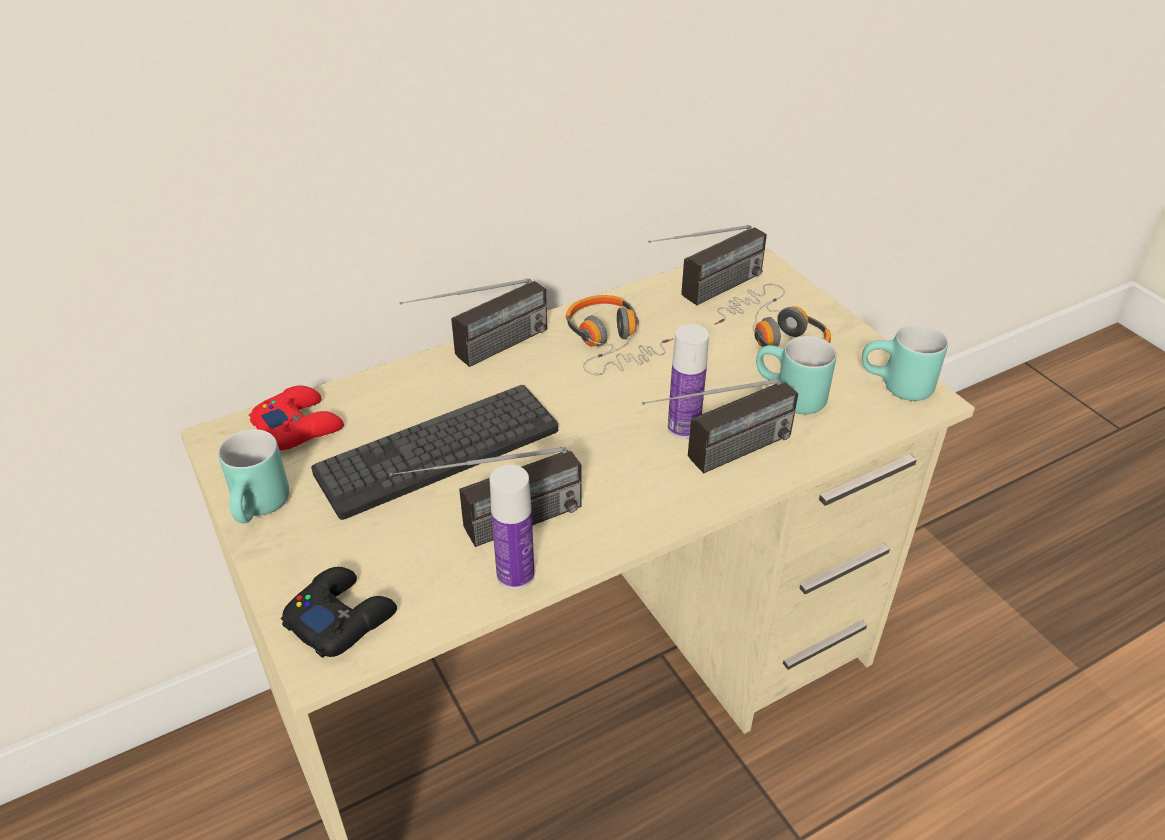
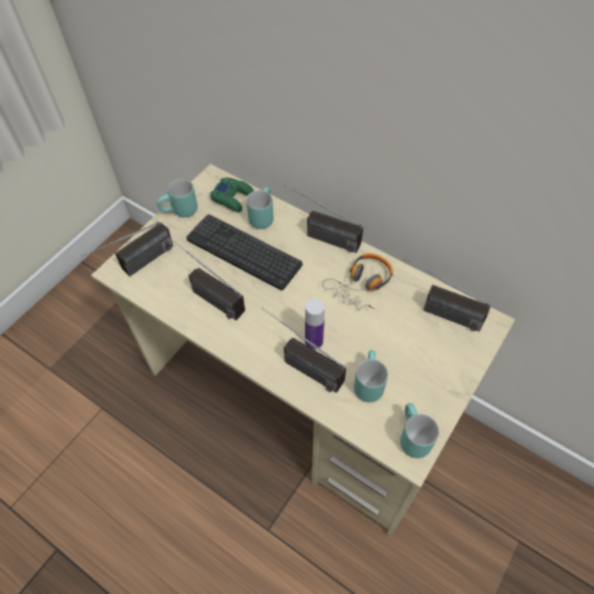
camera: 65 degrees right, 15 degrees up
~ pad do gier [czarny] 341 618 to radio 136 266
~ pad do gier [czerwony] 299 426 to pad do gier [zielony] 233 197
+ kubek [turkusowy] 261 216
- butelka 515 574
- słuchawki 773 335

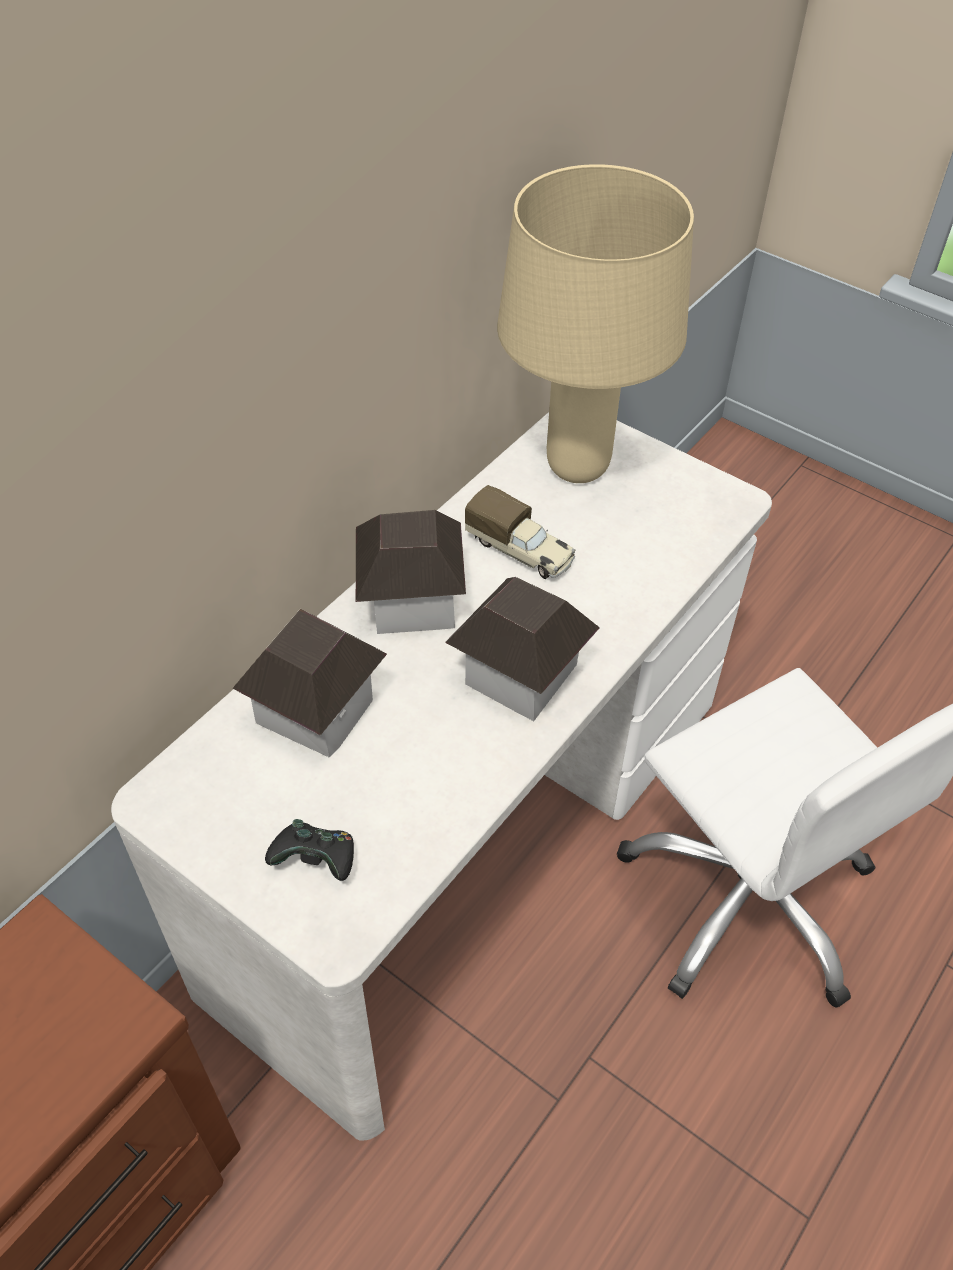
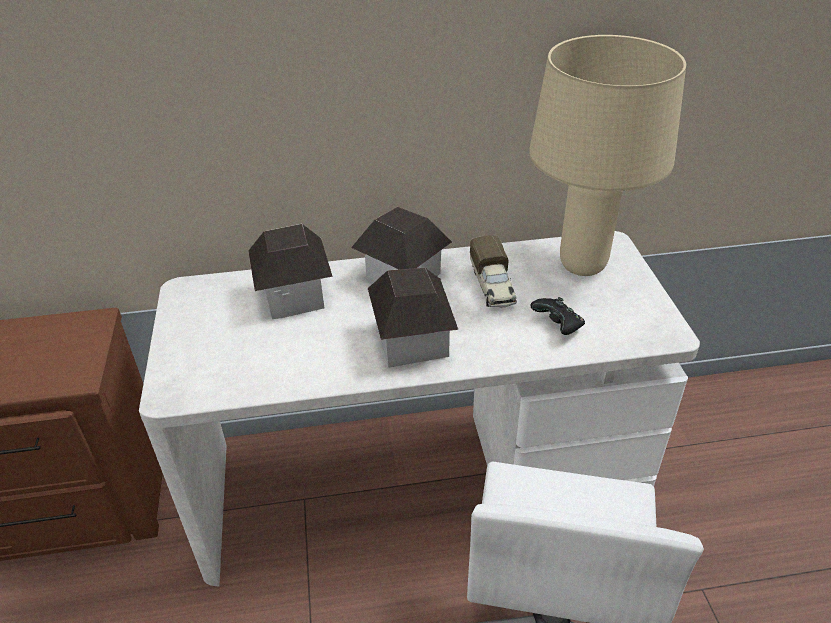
camera: 45 degrees right, 10 degrees down
~ pad do gier [czarny] 316 860 to 558 326

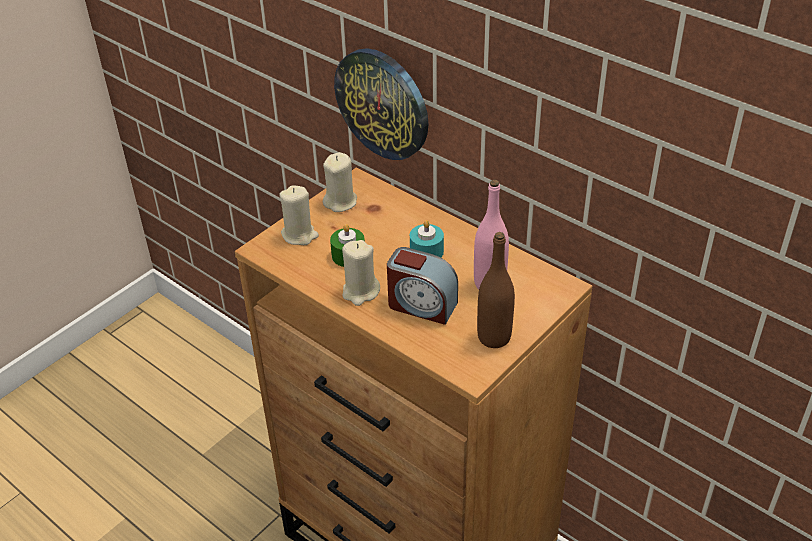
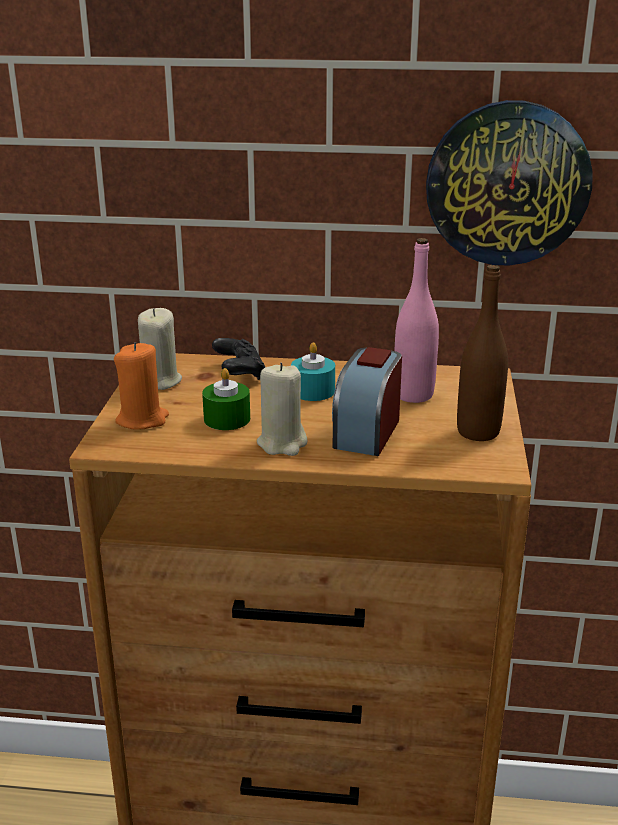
camera: 35 degrees left, 15 degrees down
~ świeca [beżowy] 299 235 to świeca [pomarańczowy] 142 420
+ pad do gier [czarny] 239 373
~ budzik 421 305 = 367 432 120 degrees clockwise
~ zegar ścienny 383 103 to 507 184

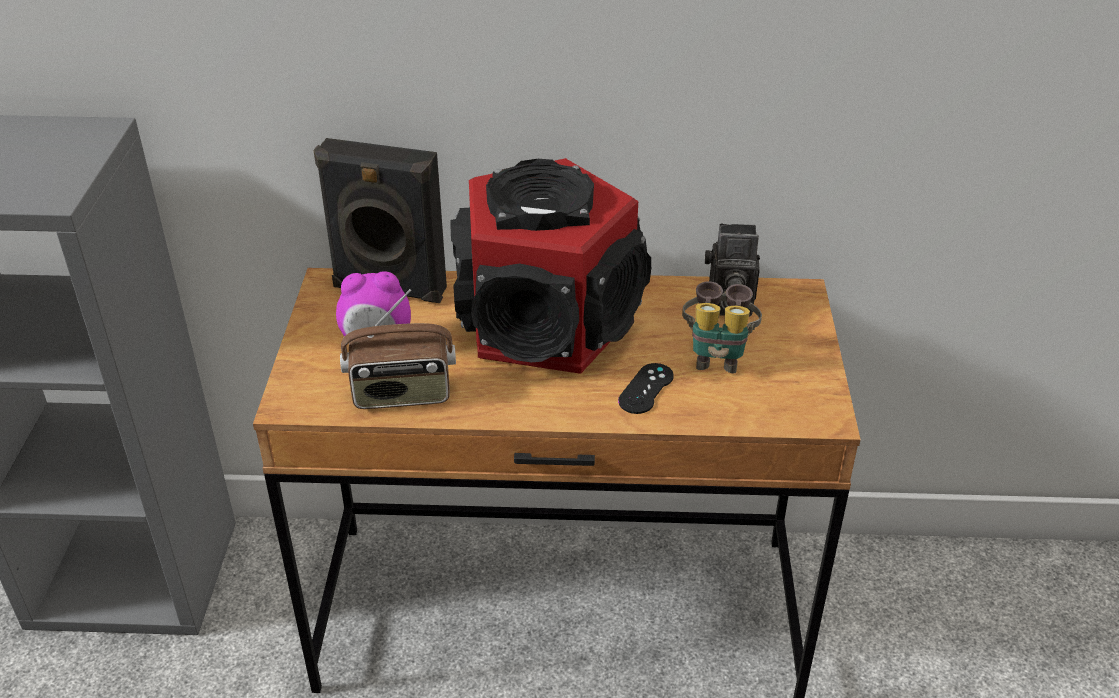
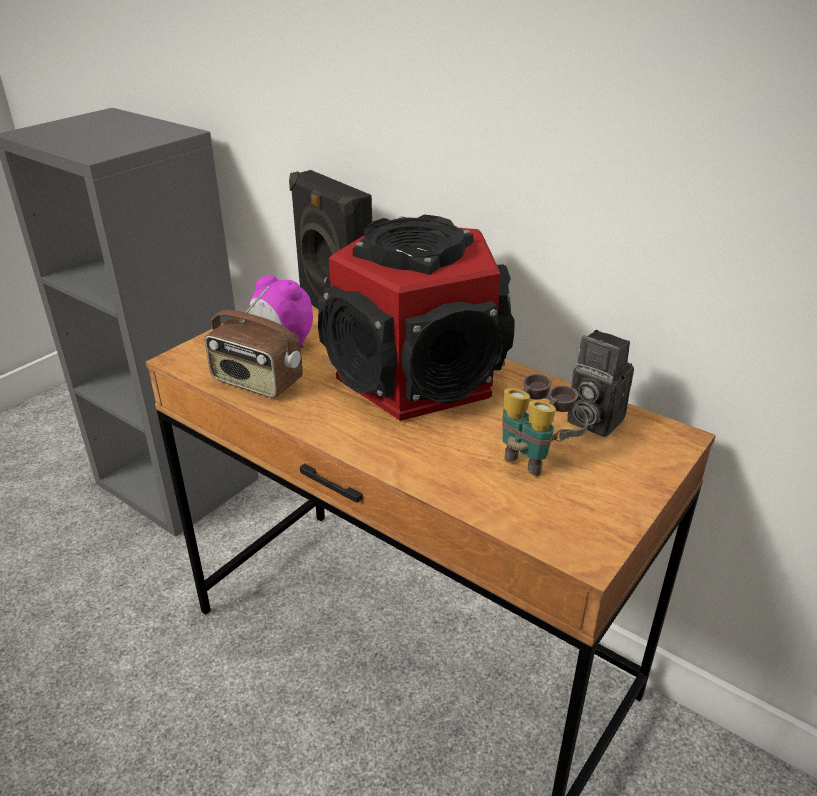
camera: 35 degrees right, 5 degrees down
- pad do gier [czarny] 646 389

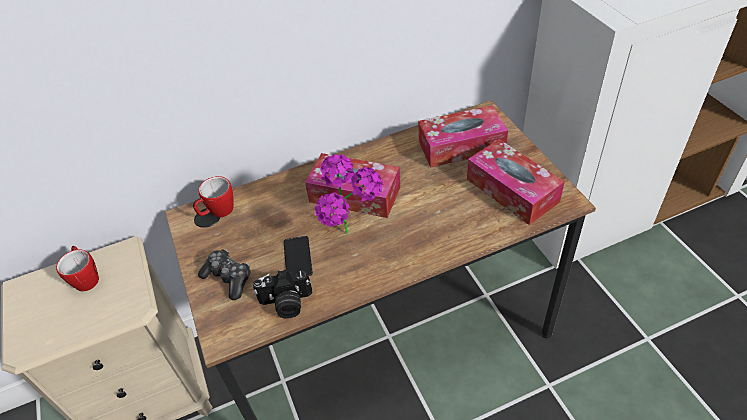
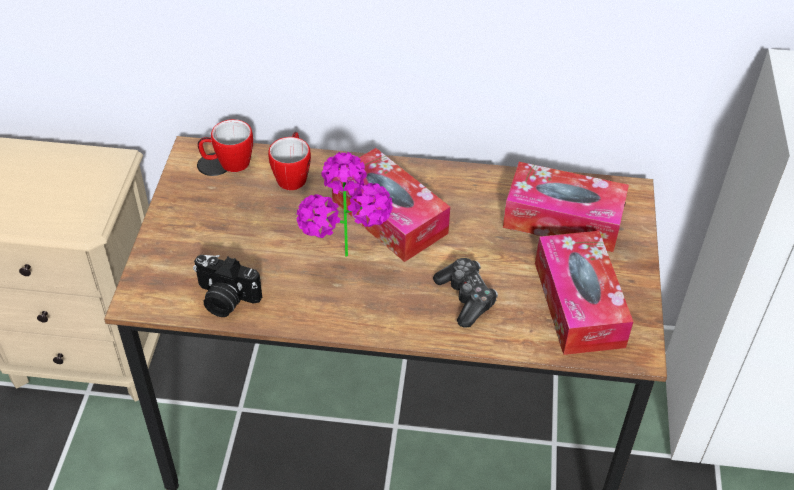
camera: 25 degrees right, 0 degrees up
~ kubek 87 278 to 293 175
~ pad do gier 228 278 to 466 298
- telefon 297 258

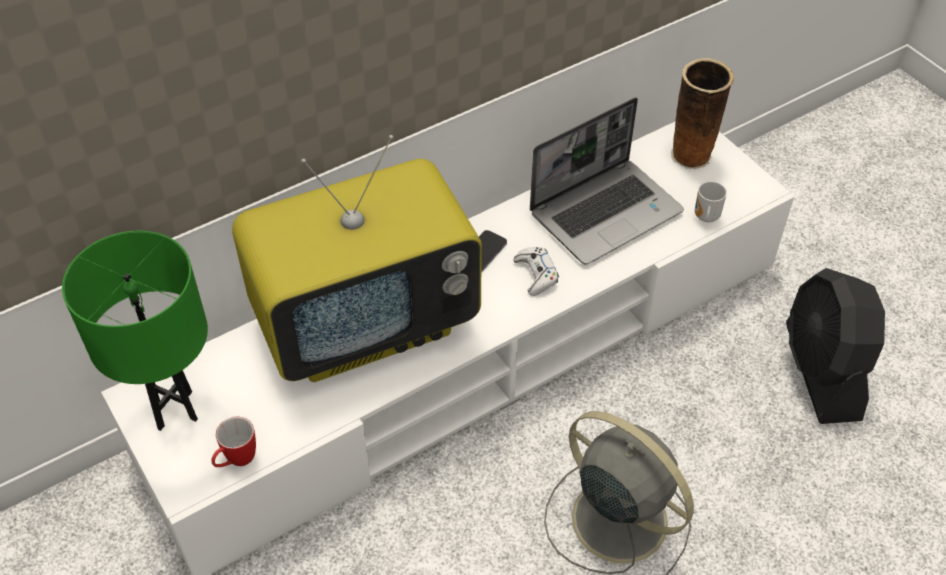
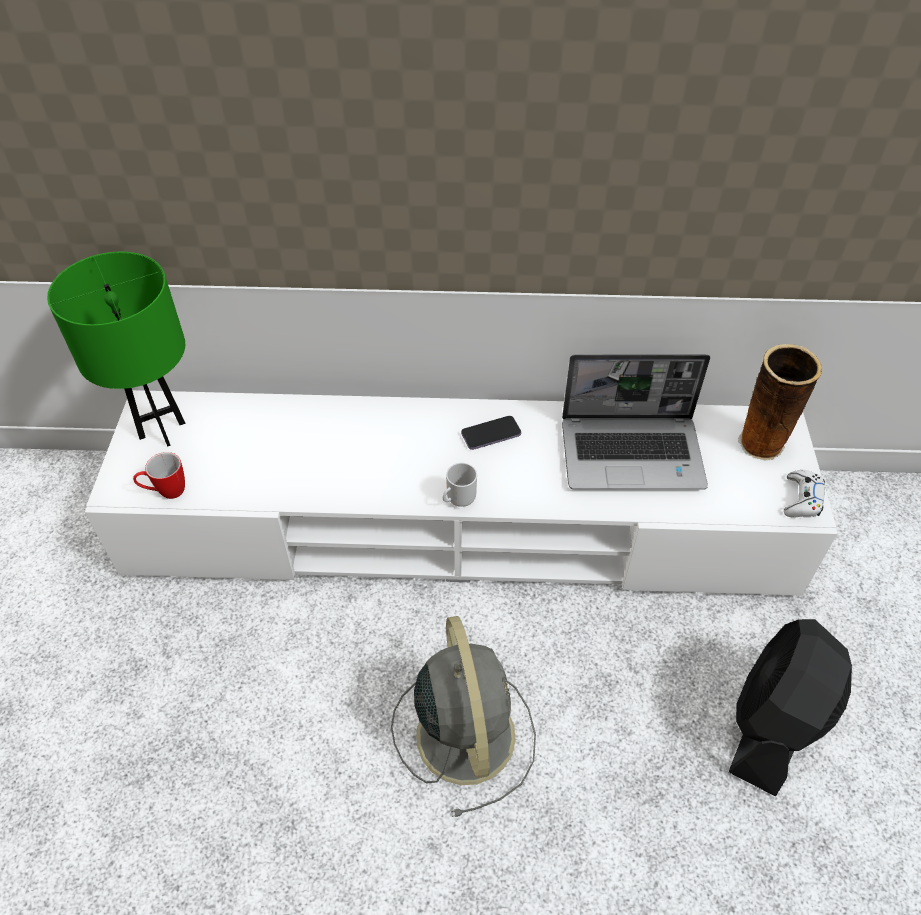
camera: 35 degrees right, 0 degrees up
~ kubek 705 218 to 458 499
~ pad do gier [biały] 536 275 to 801 499
- telewizor 367 323

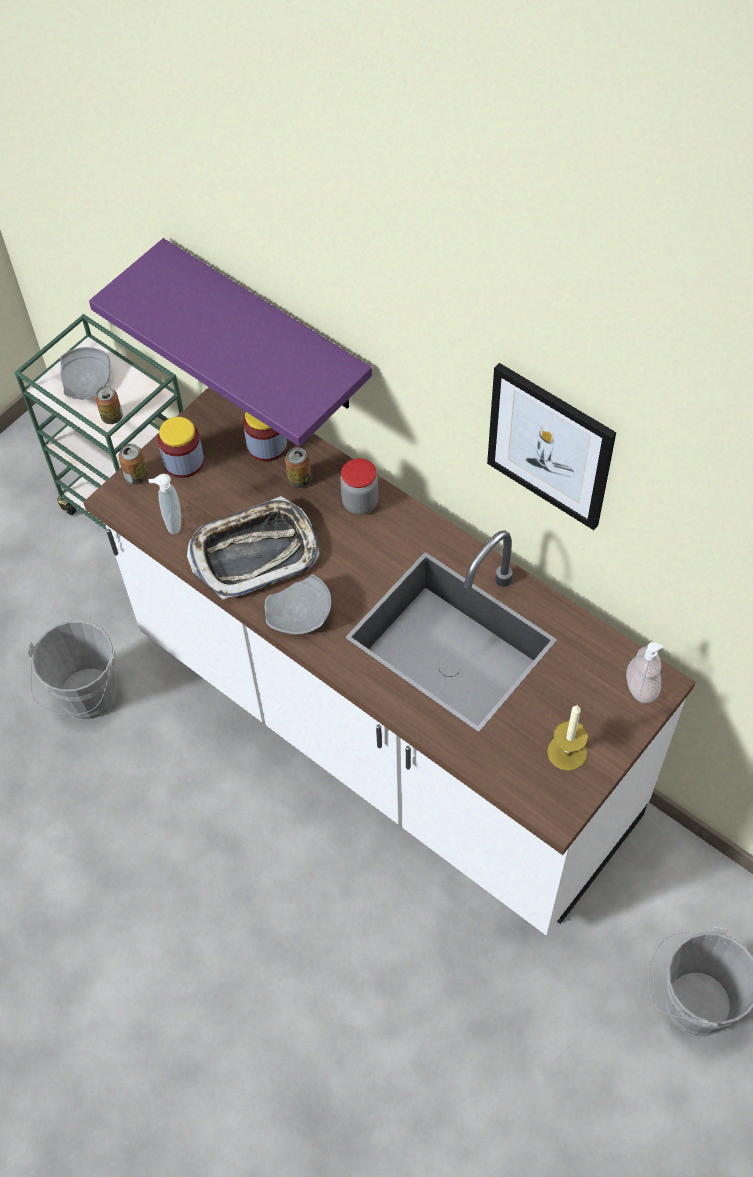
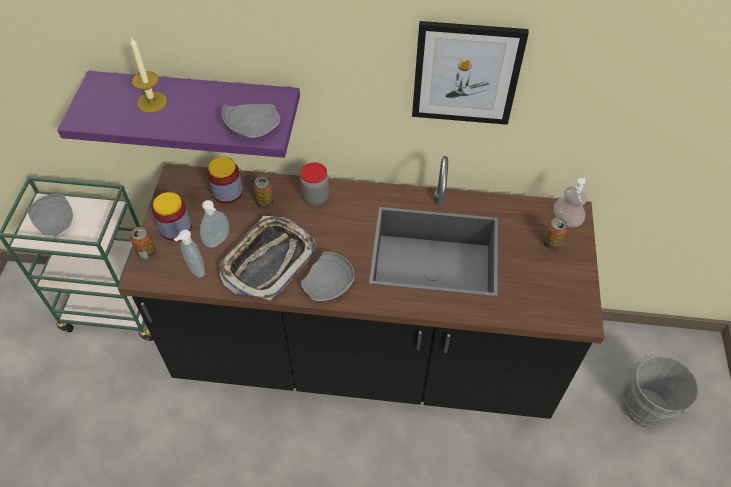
camera: 35 degrees left, 5 degrees down
~ zabudowa kuchenna [biały] 382 731 to zabudowa kuchenna [czarny] 364 357
~ świeca 567 752 to 152 102
+ dozownik mydła 218 241
+ talerz [szary] 251 127
~ puszka 112 417 to 551 243
- wiadro [szary] 87 701

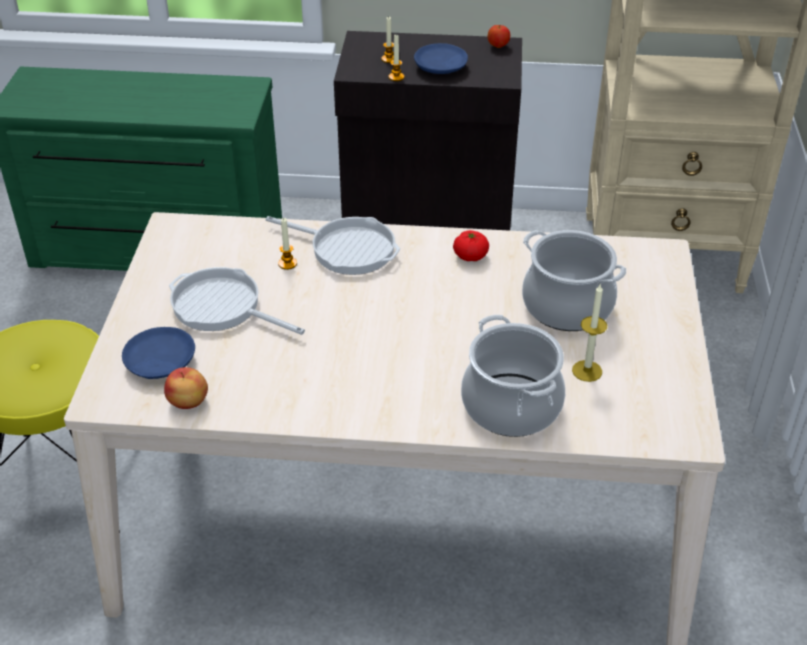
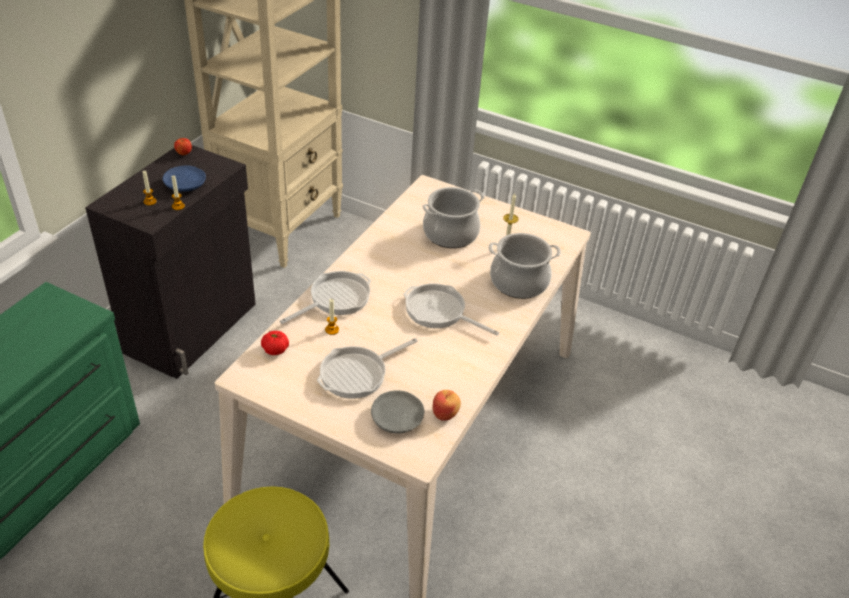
camera: 70 degrees left, 0 degrees up
~ pomidor 470 256 to 275 350
~ talerz [niebieski] 160 362 to talerz [szary] 397 418
+ patelnia 439 311

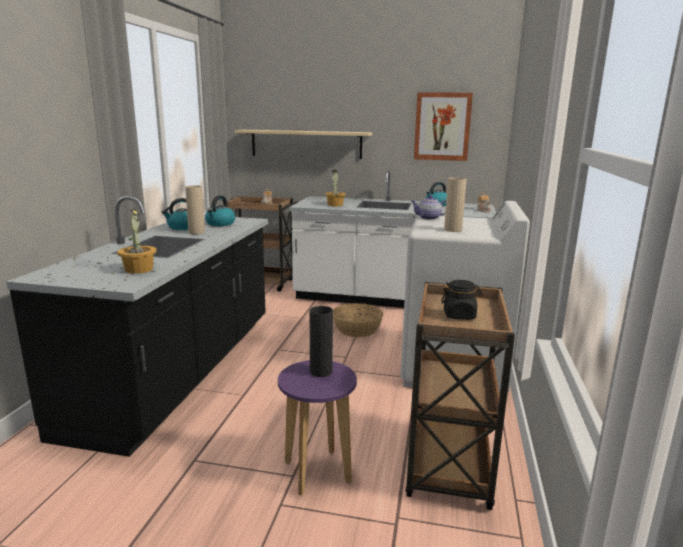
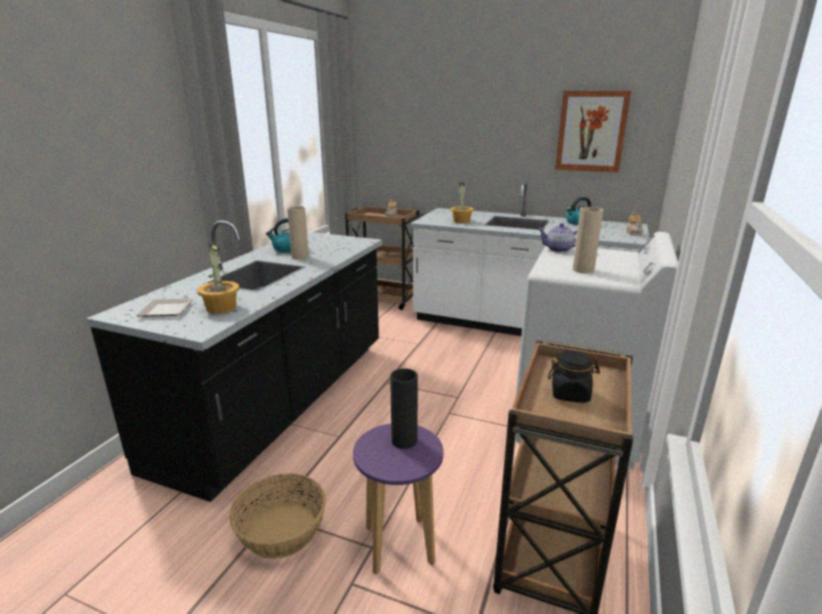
camera: 10 degrees right, 5 degrees up
+ talerz 165 310
~ koszyk 357 329 to 281 530
- czajnik 220 224
- półka [beżowy] 306 144

